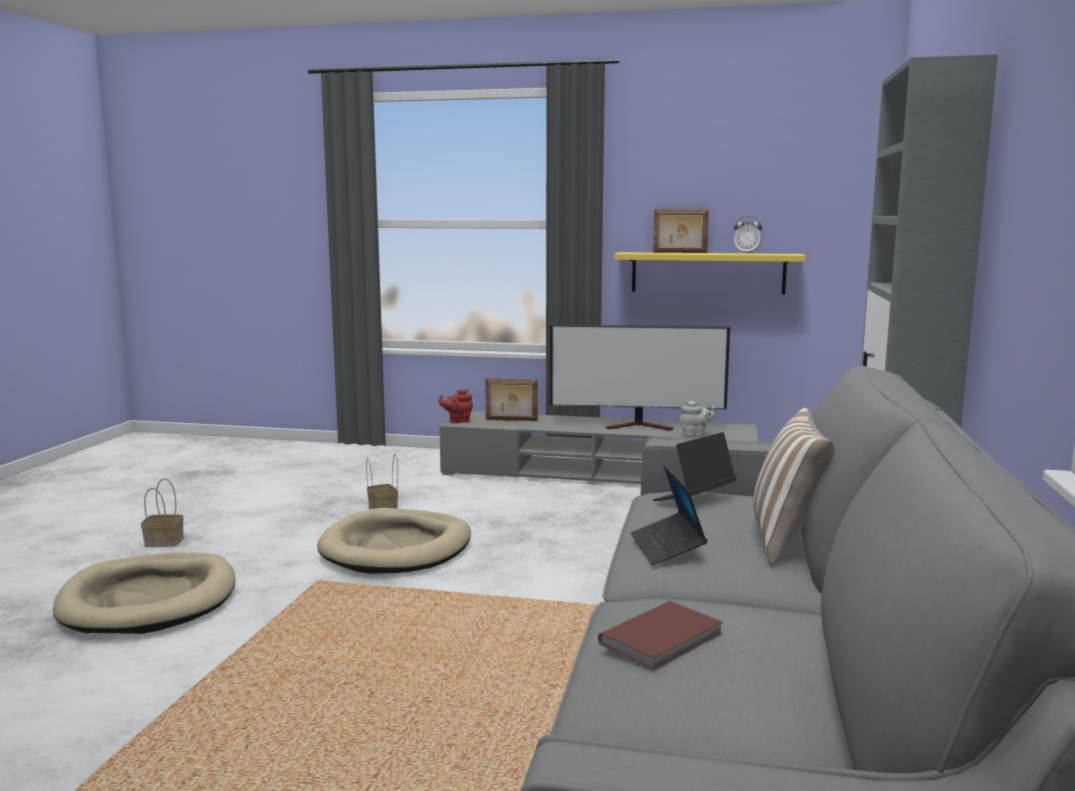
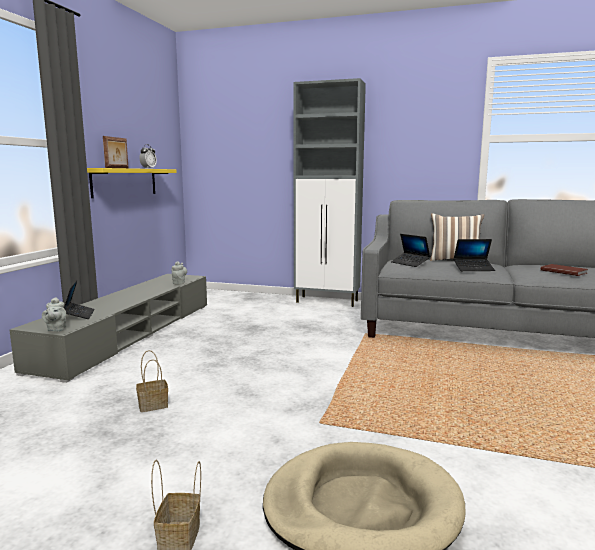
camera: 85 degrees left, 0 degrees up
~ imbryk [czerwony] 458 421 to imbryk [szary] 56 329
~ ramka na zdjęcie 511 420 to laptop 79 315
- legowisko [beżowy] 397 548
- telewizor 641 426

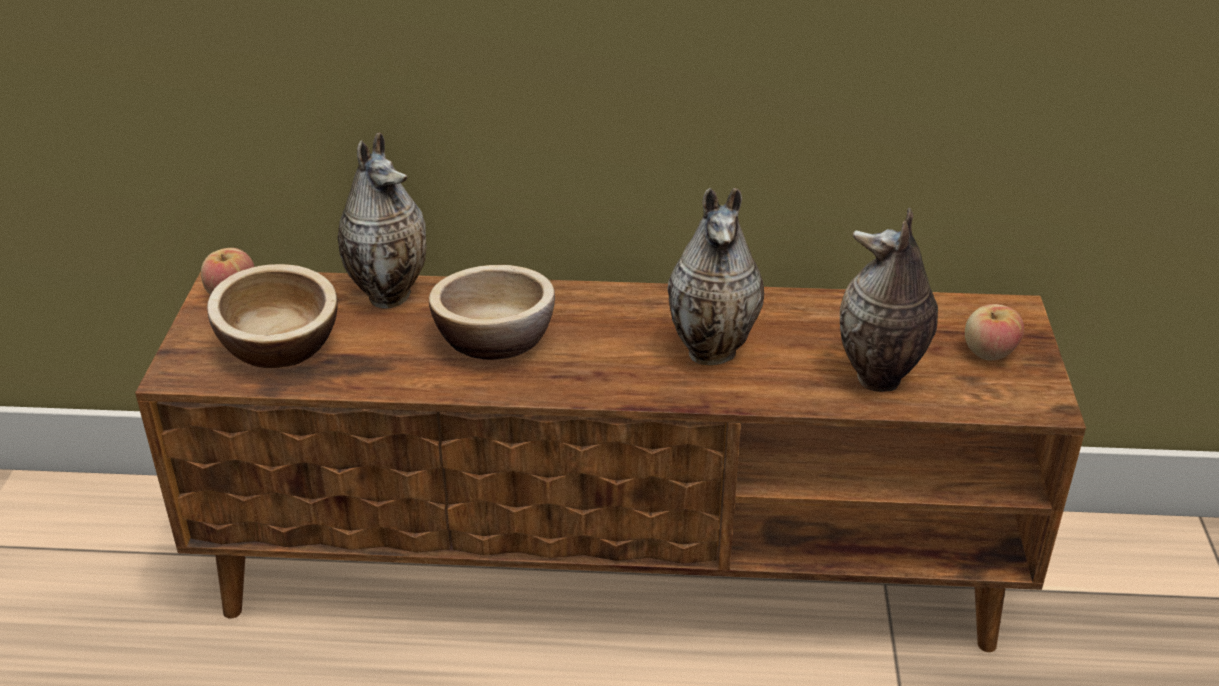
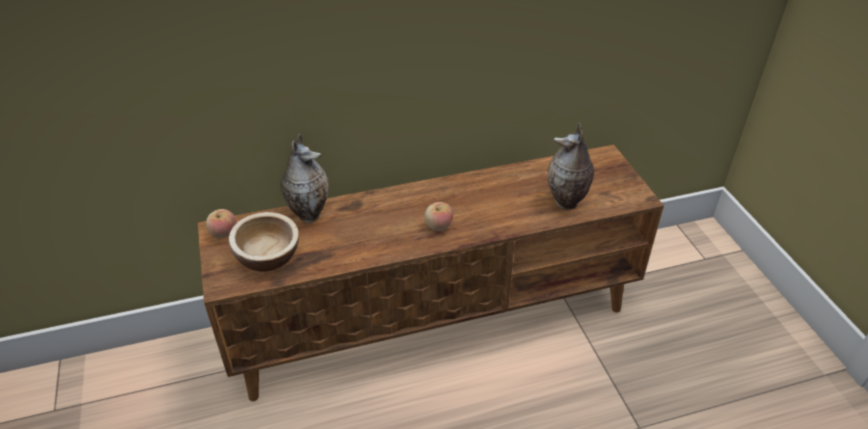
camera: 20 degrees left, 5 degrees up
~ jabłko 988 352 to 438 226
- miska 495 339
- wazon 714 350

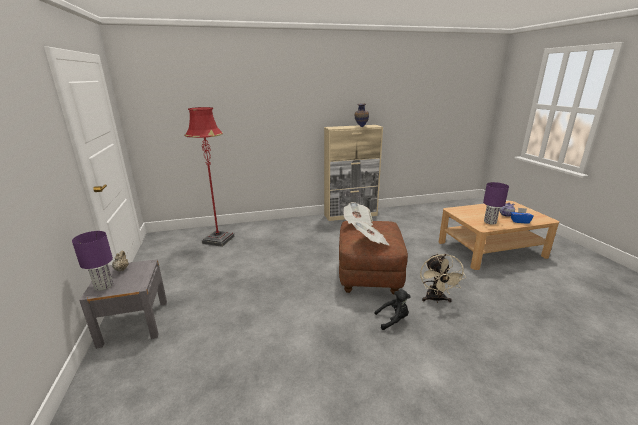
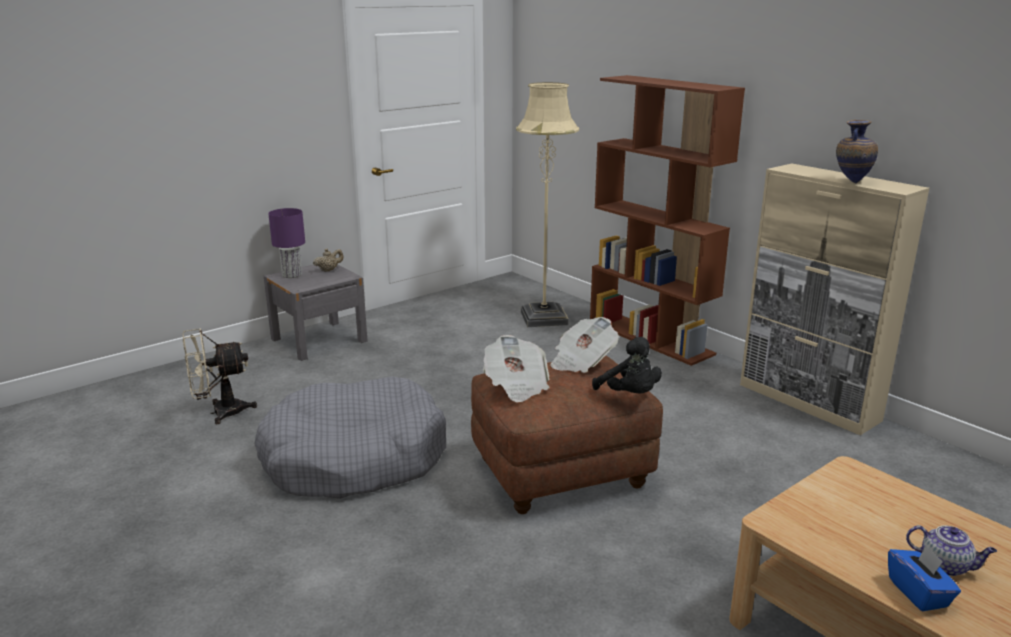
camera: 65 degrees right, 0 degrees up
~ wentylator [beżowy] 436 299 to 220 412
+ legowisko [szary] 354 458
~ lampa stojąca [czerwony] 218 240 to lampa stojąca [beżowy] 543 318
+ regał [brązowy] 651 338
~ pluszak [czarny] 393 320 to 629 395
- lampa stołowa [fioletowy] 490 222

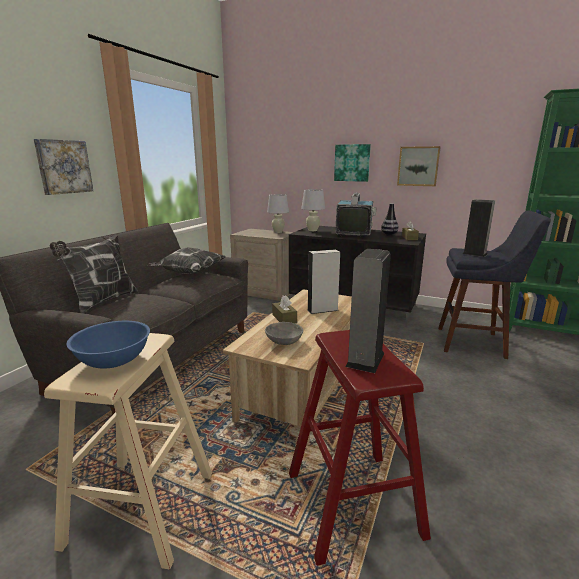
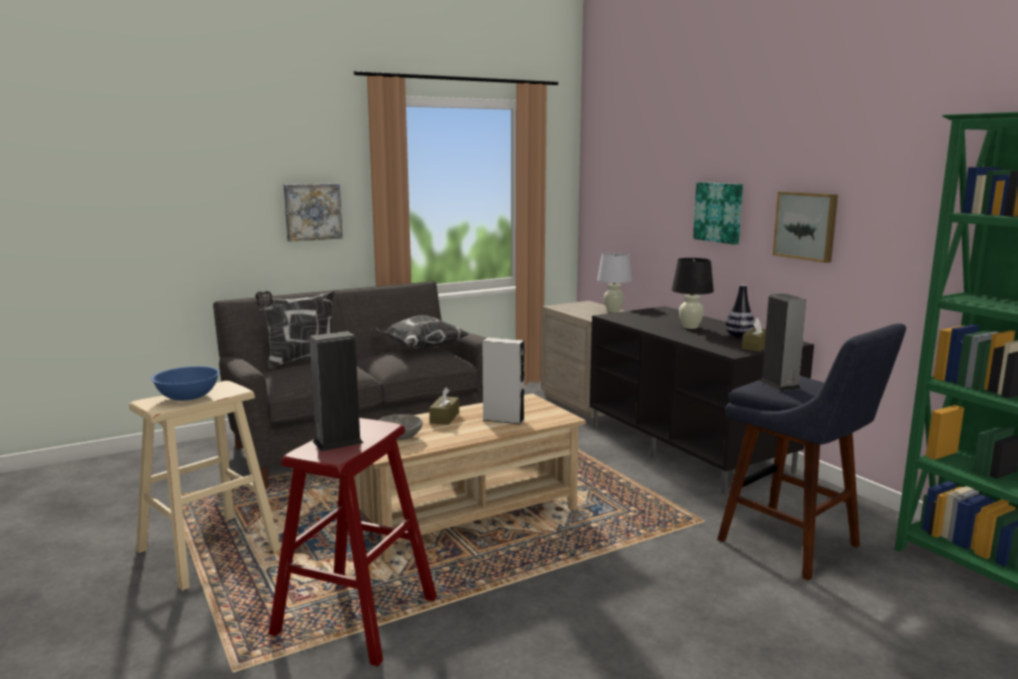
camera: 35 degrees right, 5 degrees down
~ telewizor 354 233 to lampa stołowa [czarny] 690 327
- lampa stołowa [biały] 312 230

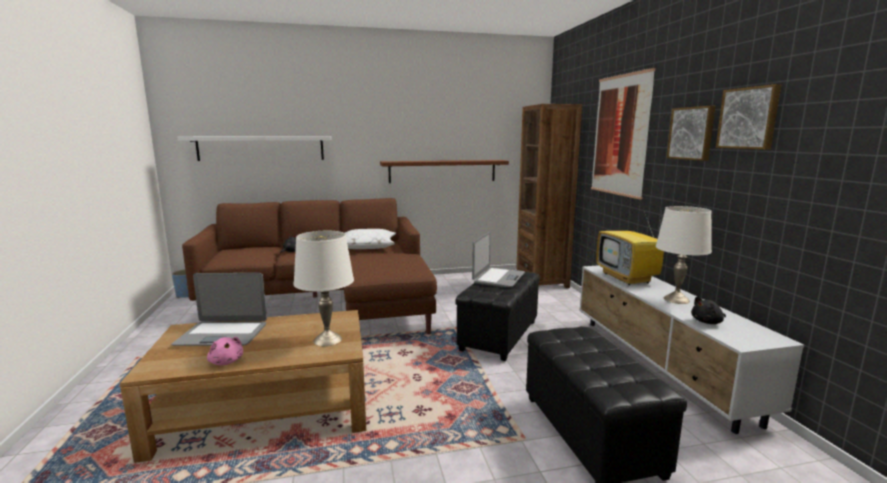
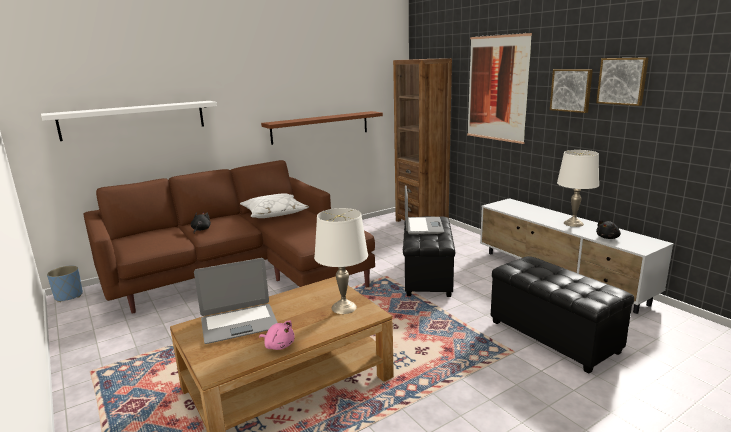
camera: 20 degrees left, 5 degrees up
- telewizor 627 278

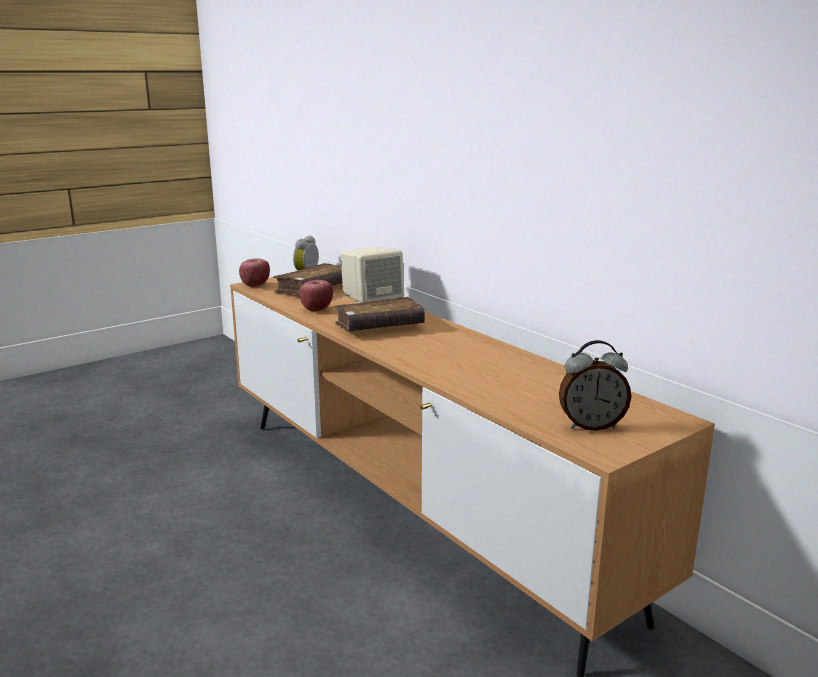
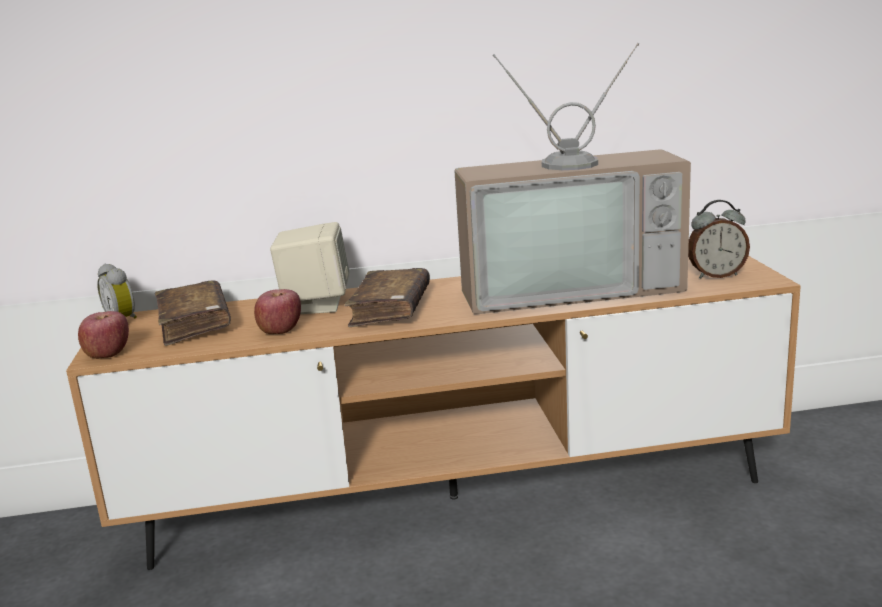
camera: 60 degrees left, 0 degrees up
+ telewizor 569 287
~ budzik 591 425 = 716 275 60 degrees clockwise

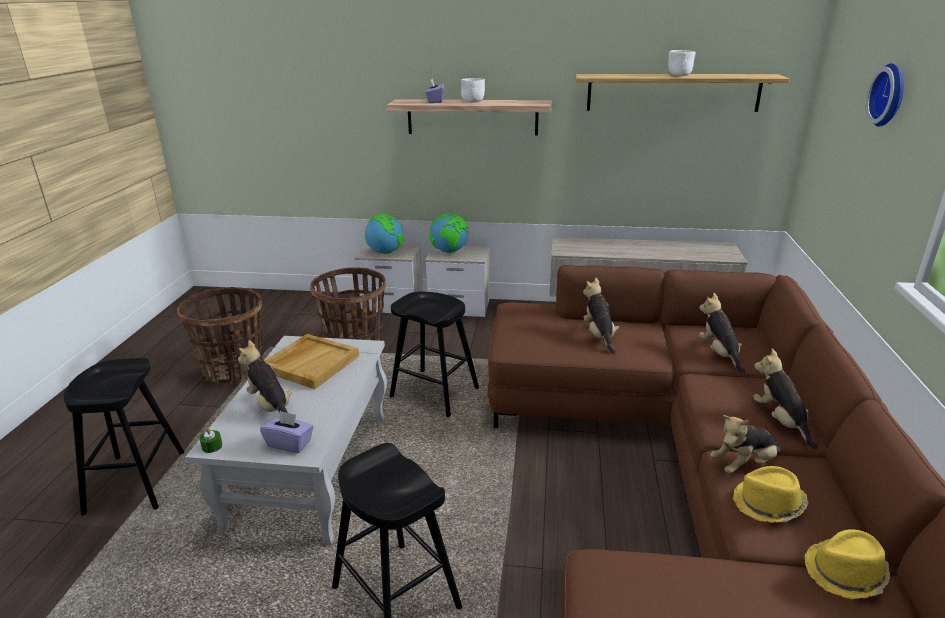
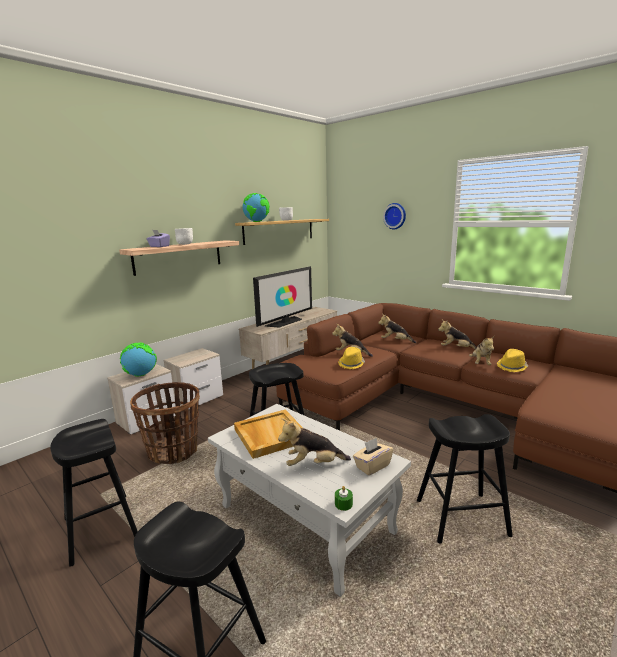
camera: 55 degrees left, 10 degrees down
~ koszyk 234 370 to stołek [czarny] 101 528
~ globus 450 252 to 257 222
+ telewizor 285 322
~ kapelusz [żółty] 845 573 to 351 364
~ pudełko chusteczek [fioletowy] 290 443 to pudełko chusteczek [beżowy] 372 466

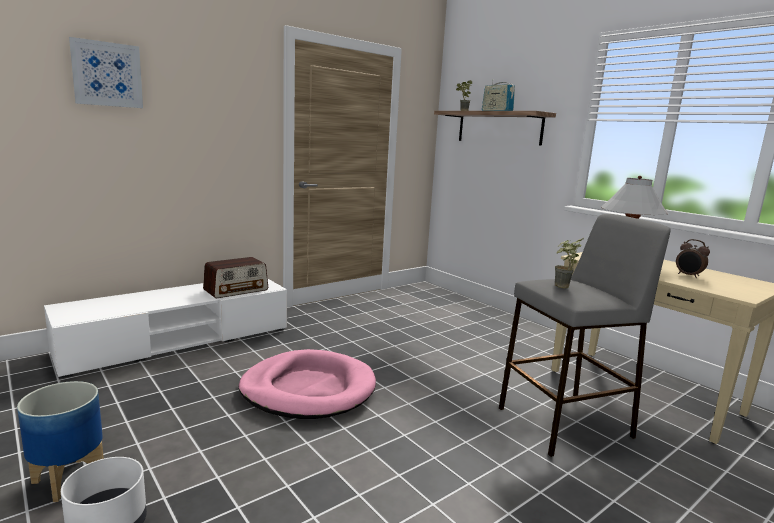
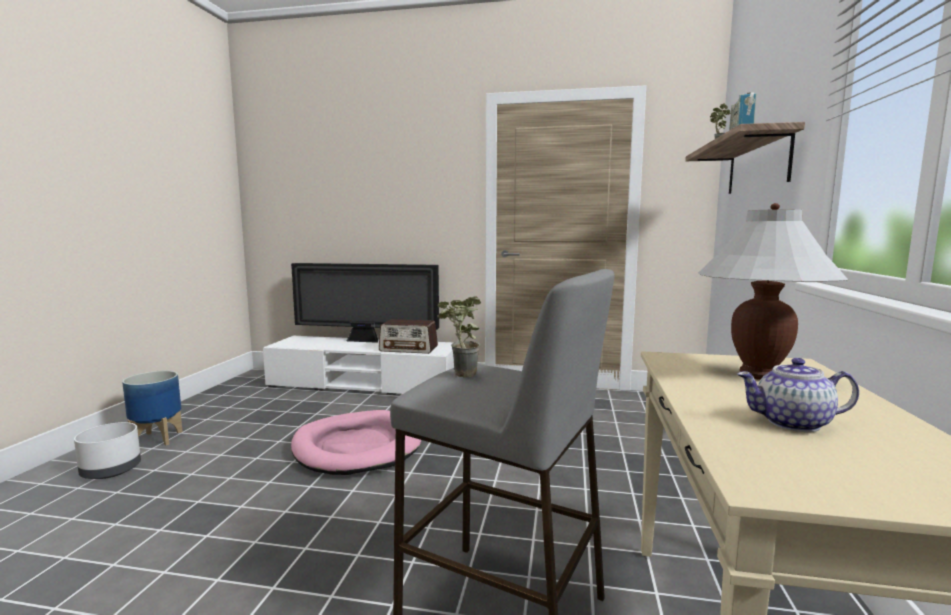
camera: 50 degrees right, 5 degrees down
+ telewizor 366 341
~ budzik 688 276 to imbryk 792 423
- obraz 107 74

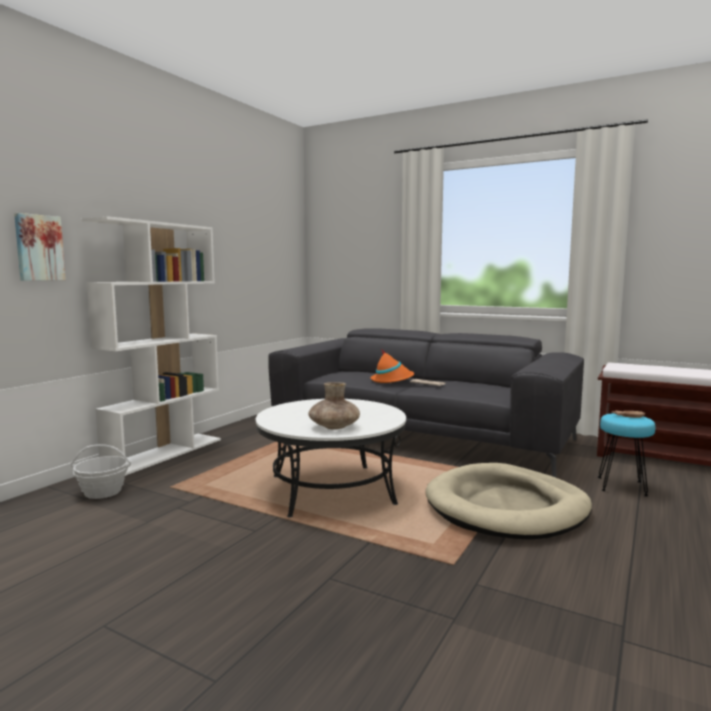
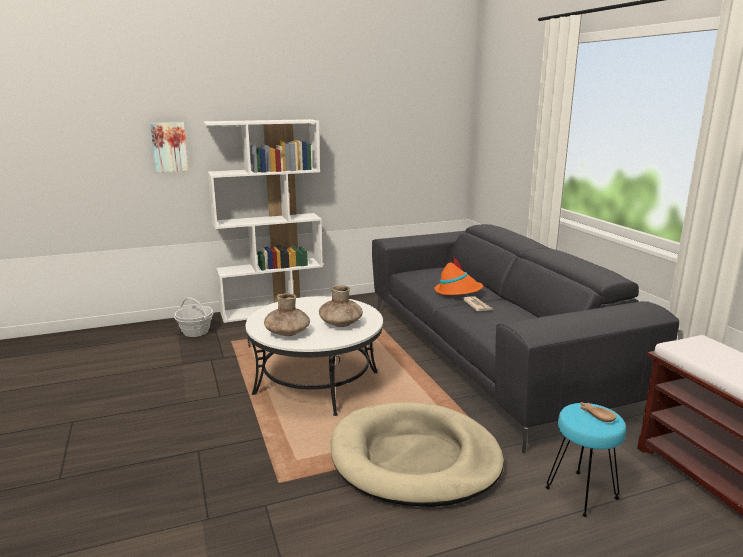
camera: 40 degrees right, 10 degrees up
+ wazon [brązowy] 341 323

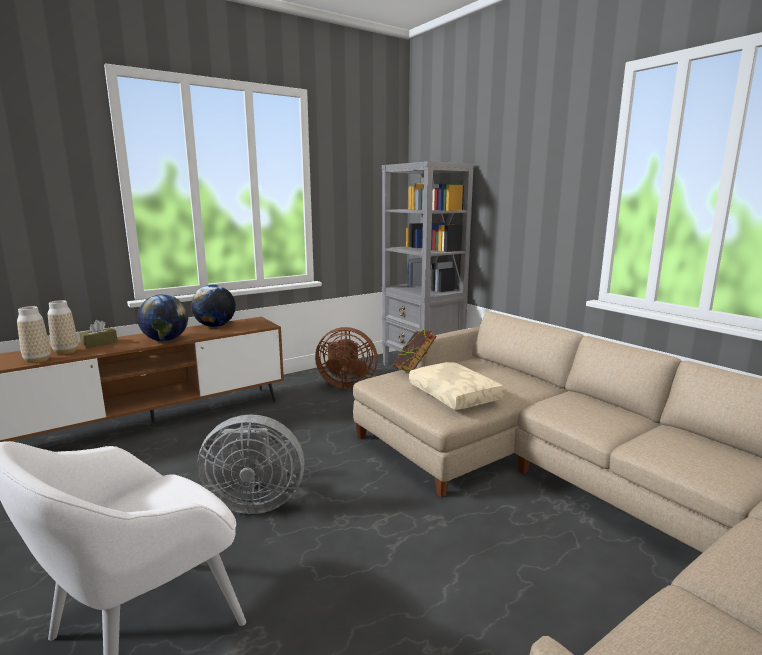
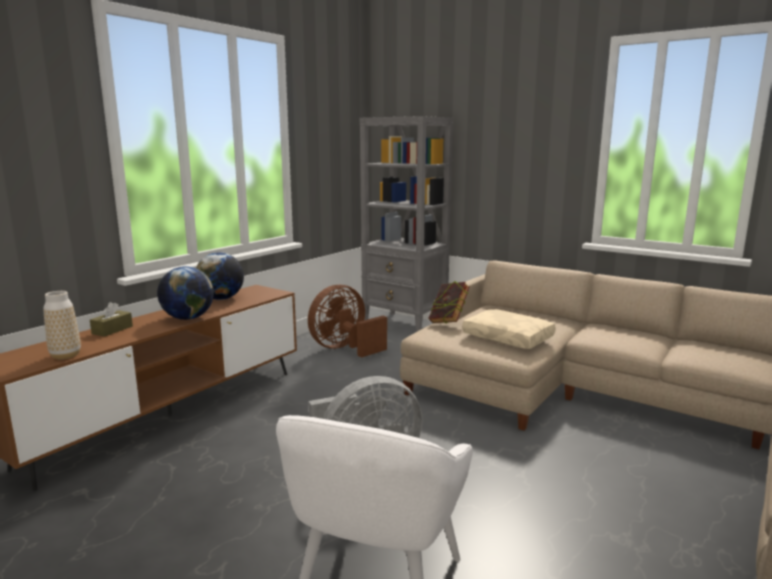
camera: 20 degrees left, 0 degrees up
~ wentylator [brązowy] 346 384 = 345 349 150 degrees clockwise
- wazon 66 352

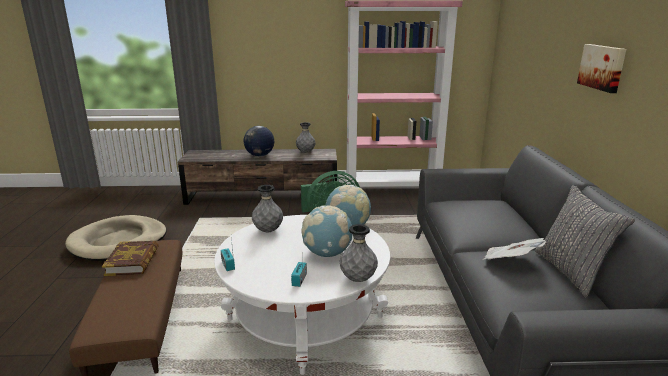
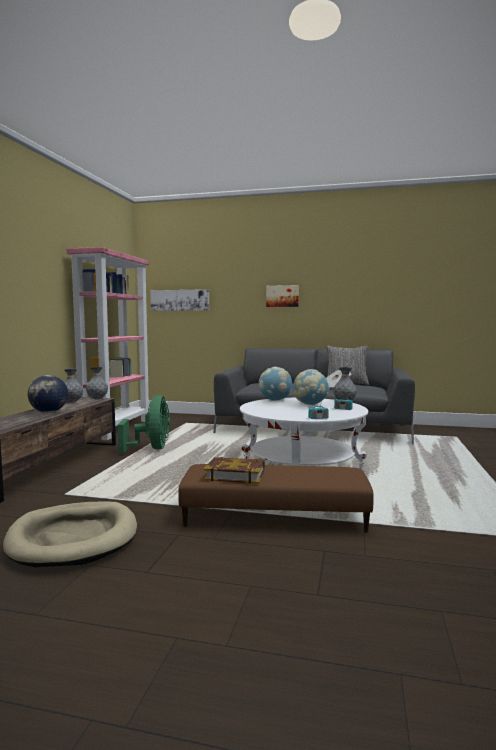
camera: 75 degrees left, 15 degrees down
~ wazon [szary] 268 231 to 97 399
+ obraz 180 300

